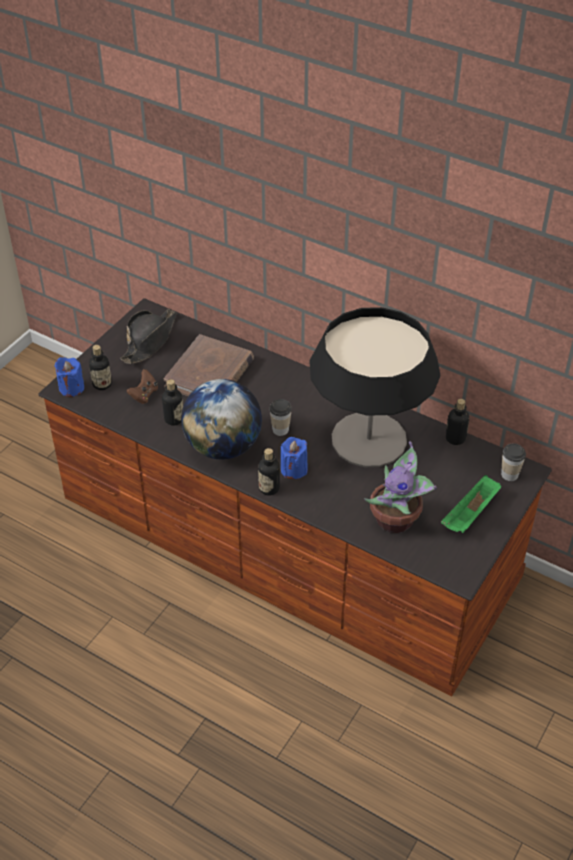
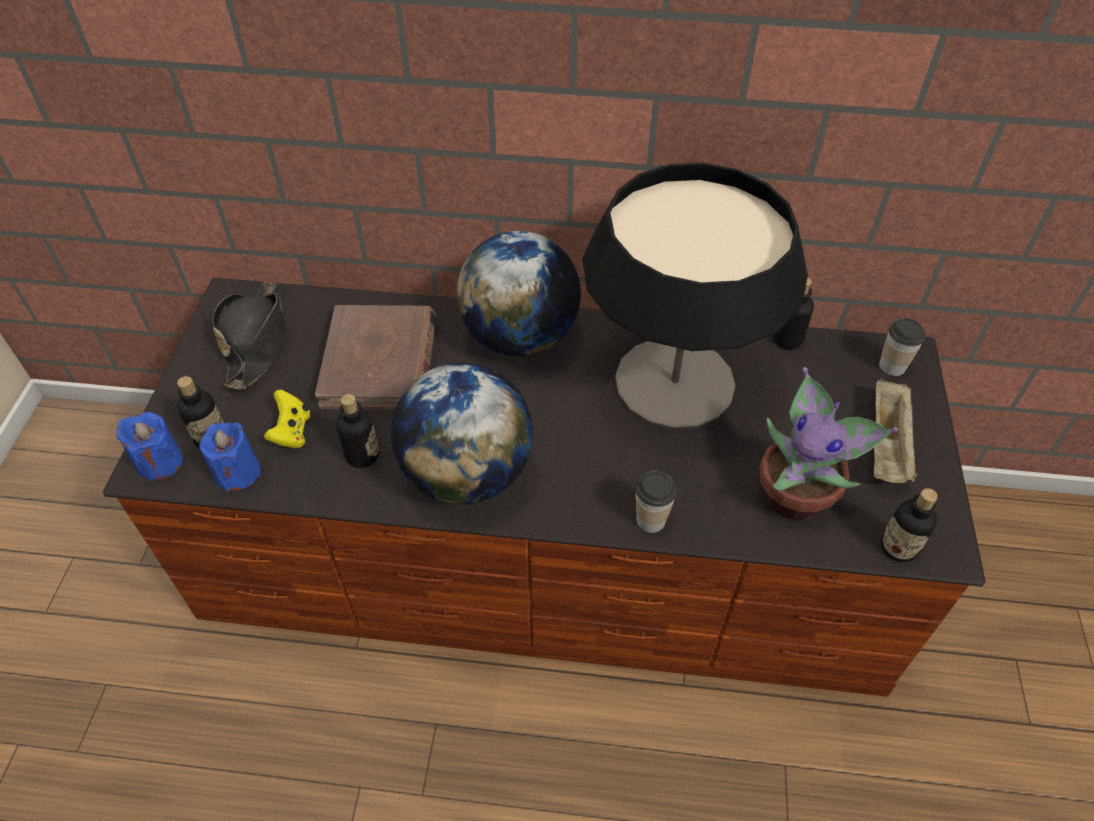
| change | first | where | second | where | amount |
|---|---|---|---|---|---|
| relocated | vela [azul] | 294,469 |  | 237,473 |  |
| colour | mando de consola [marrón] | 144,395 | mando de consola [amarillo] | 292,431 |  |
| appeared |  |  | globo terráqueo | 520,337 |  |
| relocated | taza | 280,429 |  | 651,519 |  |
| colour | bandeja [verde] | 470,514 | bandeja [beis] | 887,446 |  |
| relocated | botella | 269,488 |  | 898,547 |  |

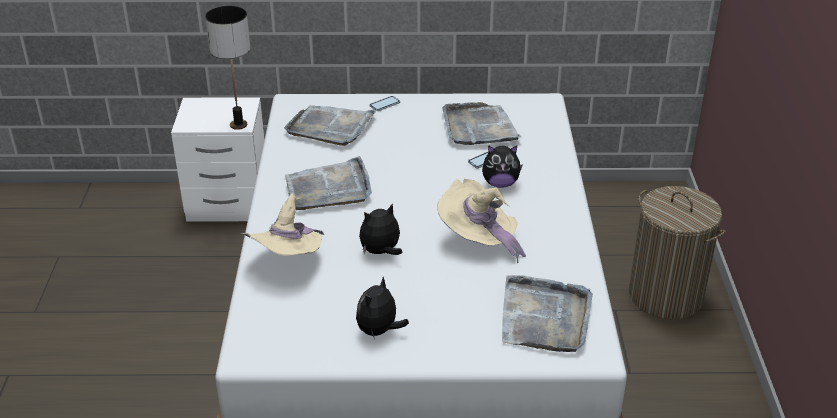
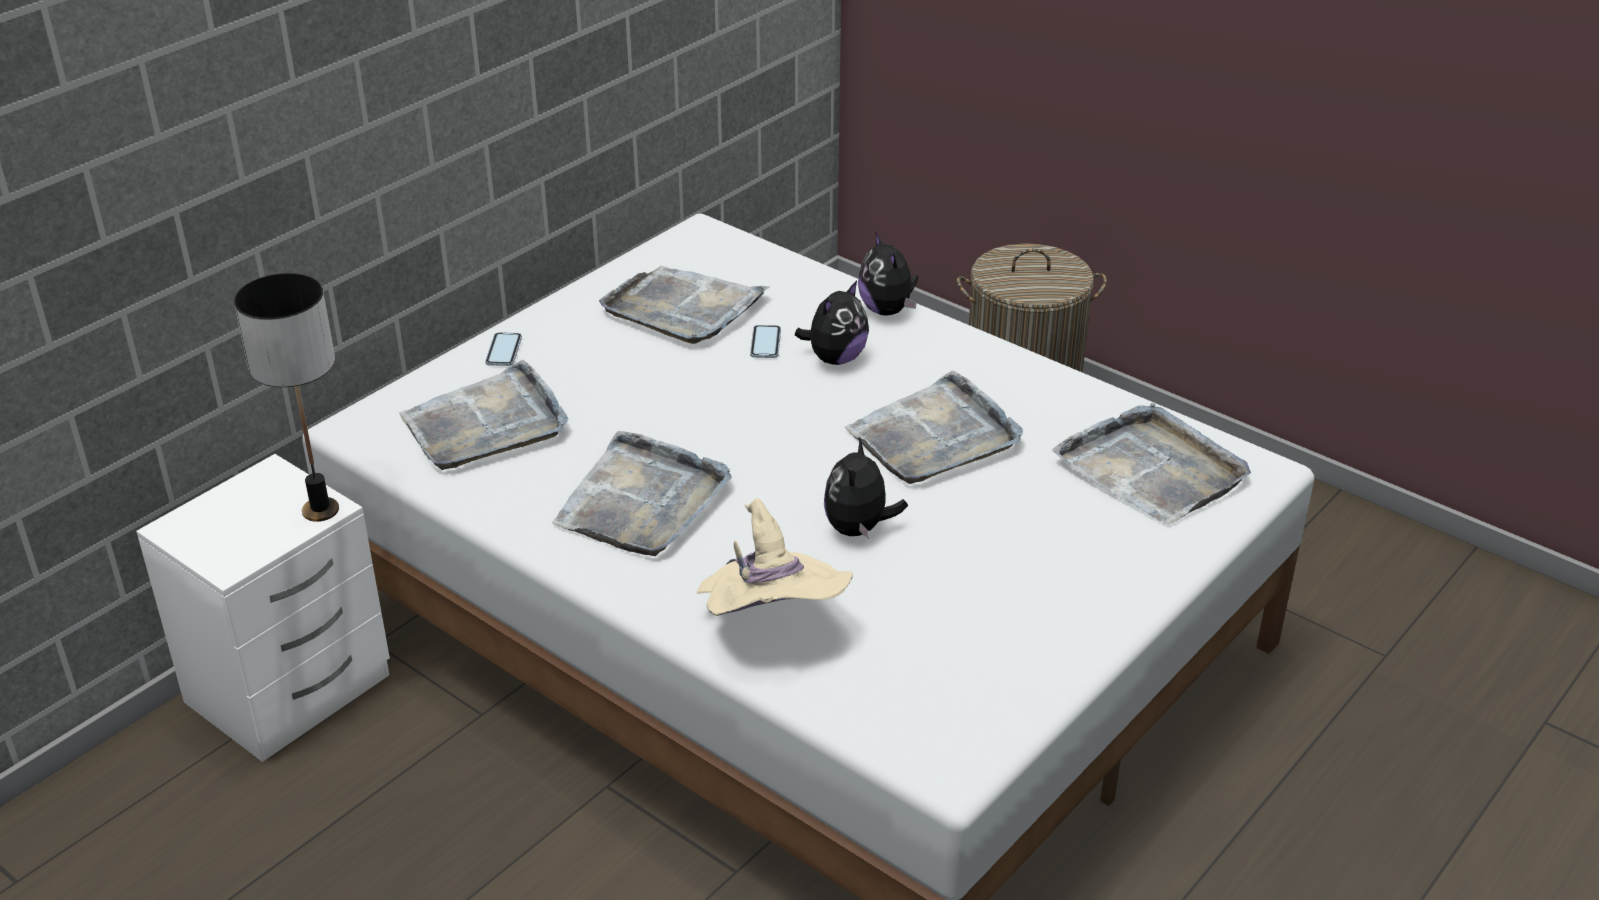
| change | first | where | second | where | amount |
|---|---|---|---|---|---|
| exchanged | sombrero [beis] | 479,240 | bandeja [gris] | 934,436 |  |
| relocated | peluche | 379,331 |  | 888,310 |  |

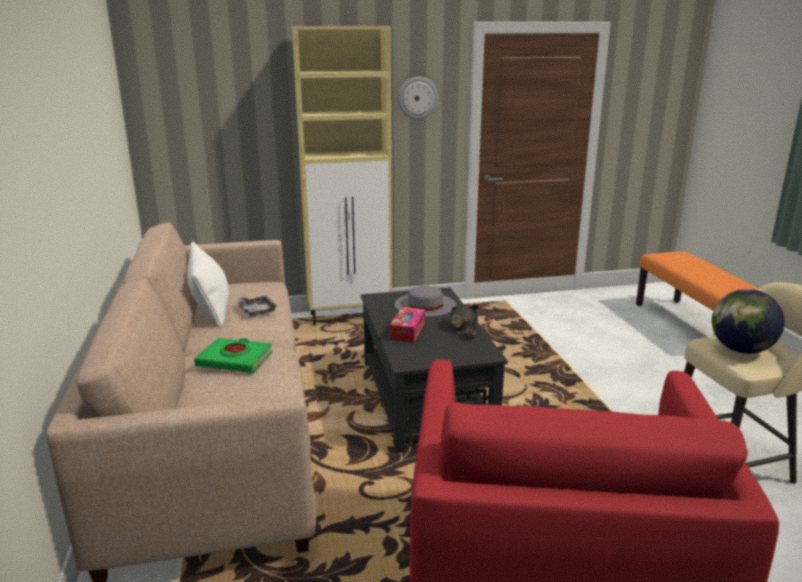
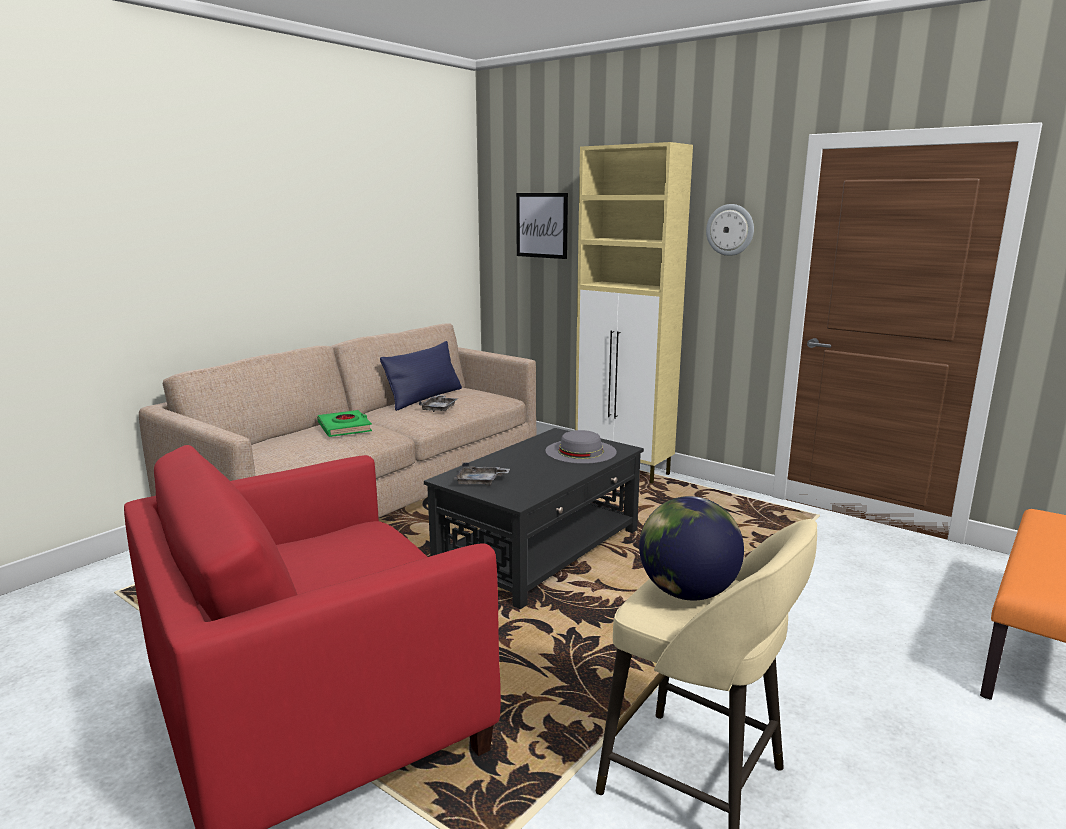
| change | first | where | second | where | amount |
|---|---|---|---|---|---|
| colour | cojín [blanco] | 210,307 | cojín [azul] | 425,398 |  |
| appeared |  |  | bandeja [gris] | 480,482 |  |
| appeared |  |  | cuadro | 541,225 |  |
| missing | caja de pañuelos | 407,331 |  |  |  |
| missing | sombrero [negro] | 464,326 |  |  |  |

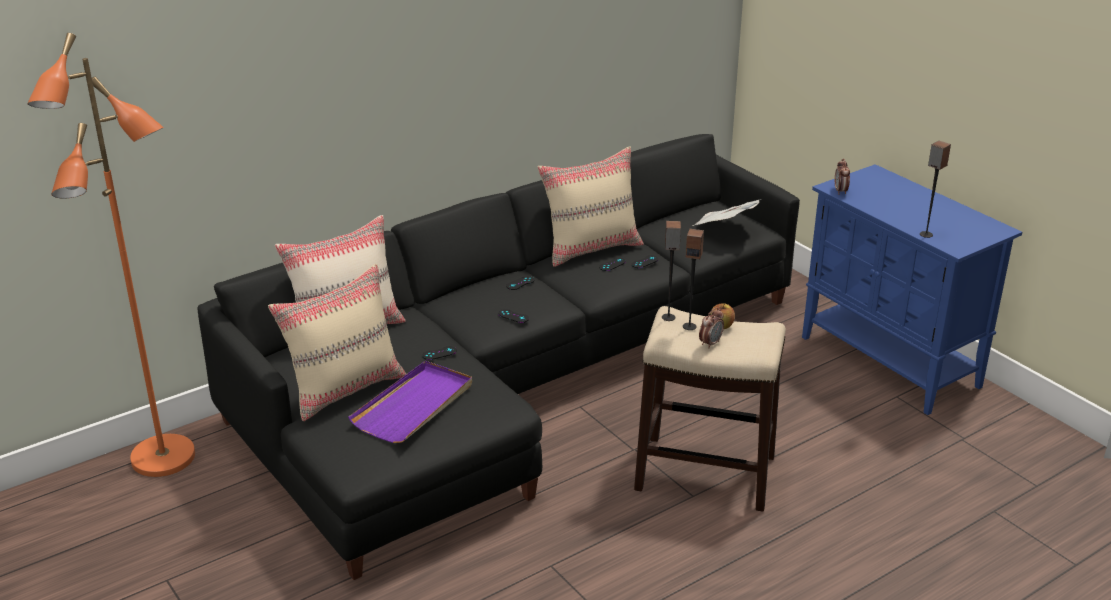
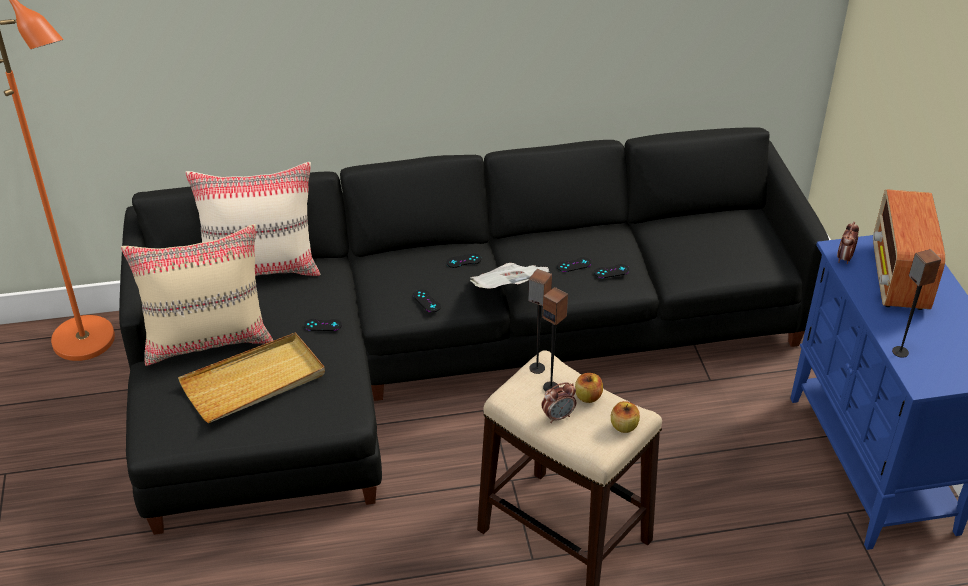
| change | first | where | second | where | amount |
|---|---|---|---|---|---|
| colour | bandeja [morado] | 414,406 | bandeja [beis] | 254,381 |  |
| relocated | periódico | 725,228 |  | 508,291 |  |
| appeared |  |  | manzana | 624,426 |  |
| appeared |  |  | radio | 899,278 |  |
| missing | cojín [beis] | 591,248 |  |  |  |

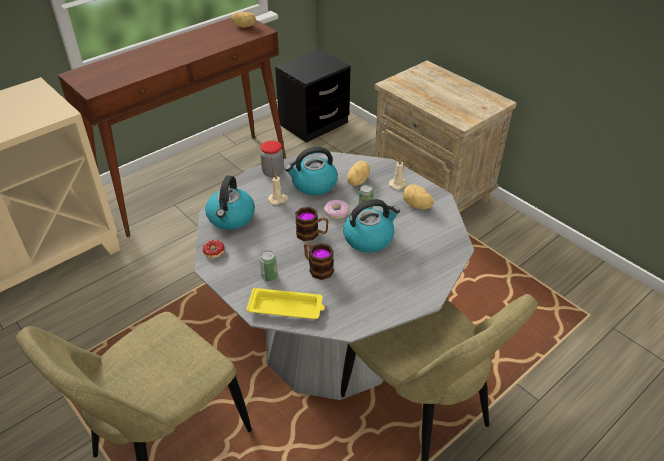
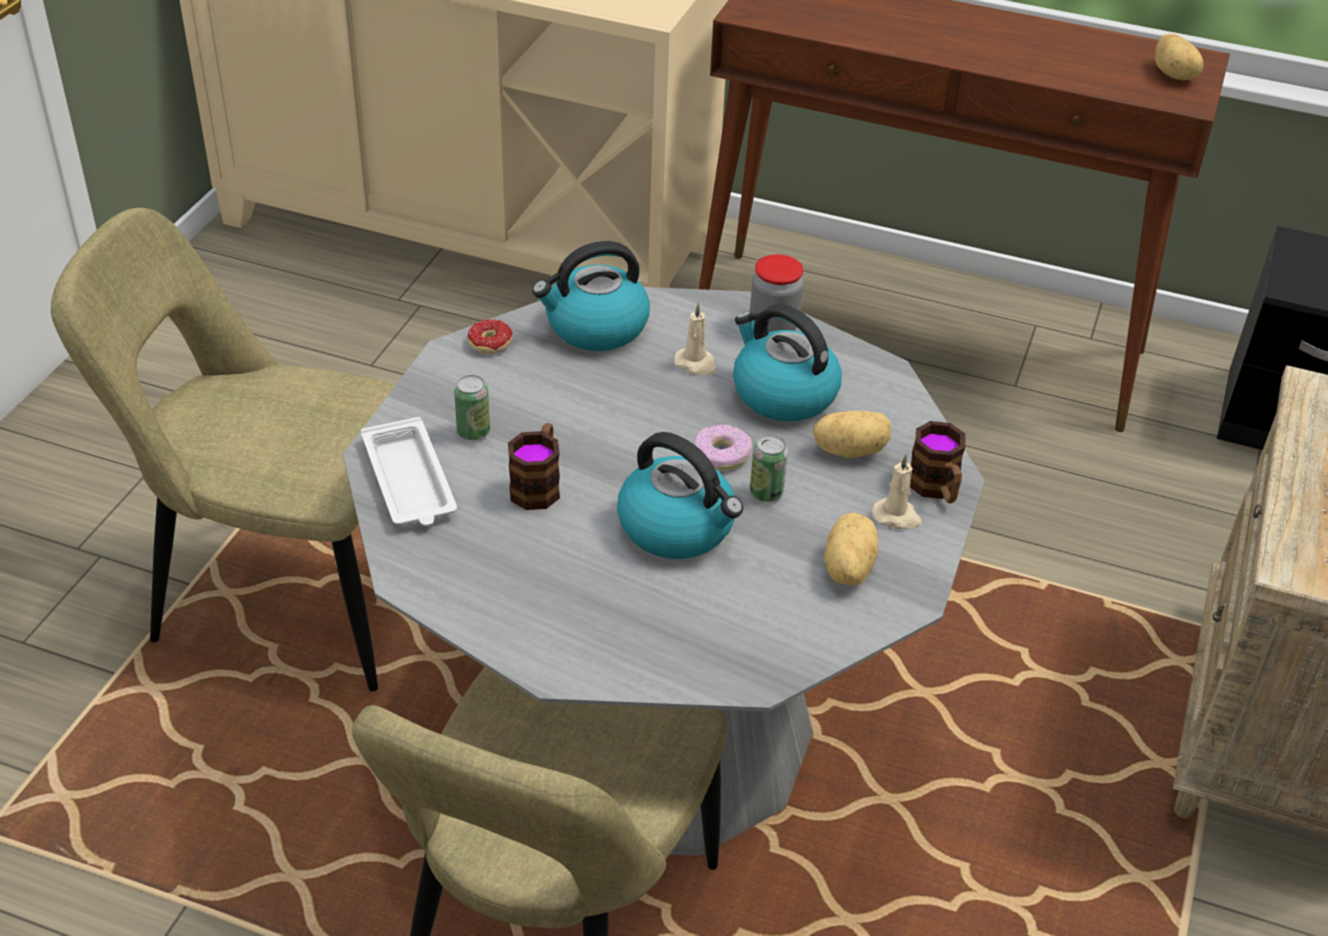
| change | first | where | second | where | amount |
|---|---|---|---|---|---|
| colour | bandeja [amarillo] | 287,307 | bandeja [blanco] | 409,482 |  |
| relocated | taza grande | 312,234 |  | 936,489 |  |

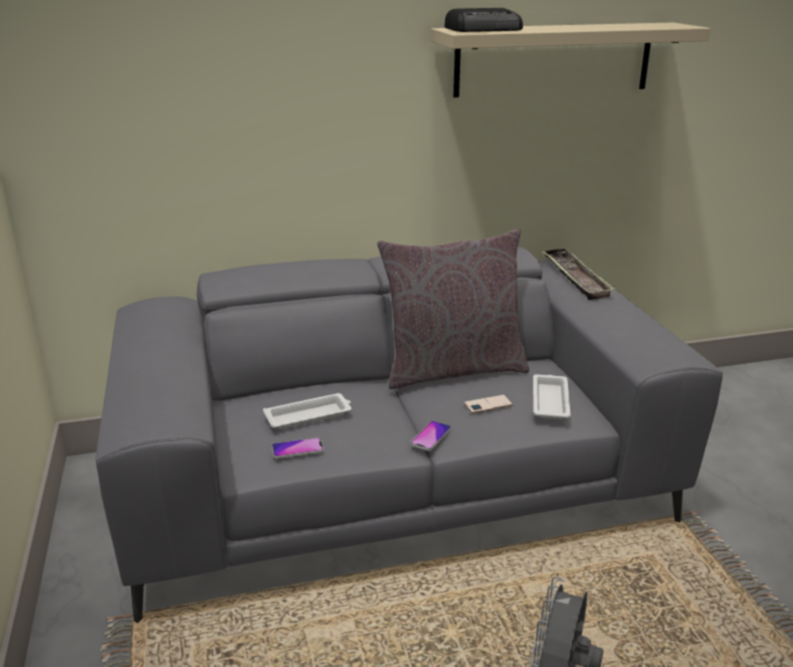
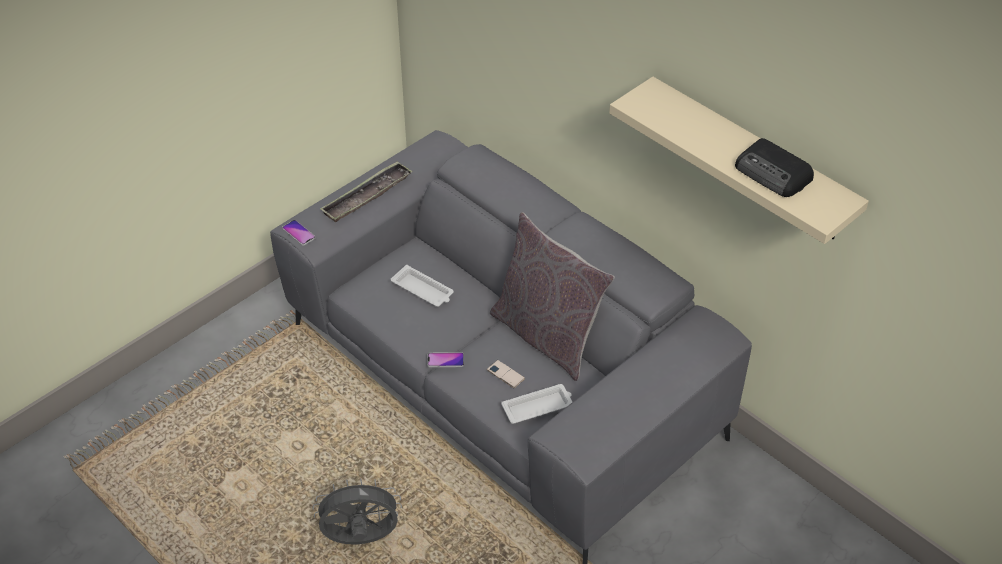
| change | first | where | second | where | amount |
|---|---|---|---|---|---|
| relocated | móvil | 297,449 |  | 299,233 |  |
| relocated | bandeja | 575,278 |  | 367,196 |  |
| relocated | radio | 485,30 |  | 773,174 |  |

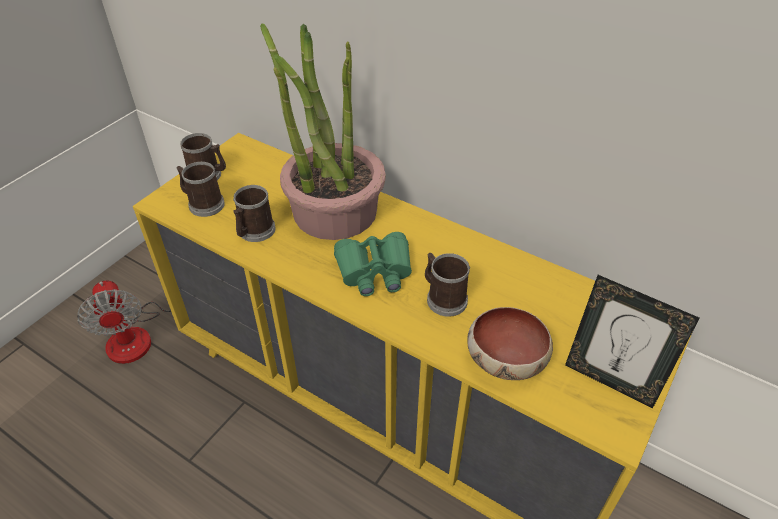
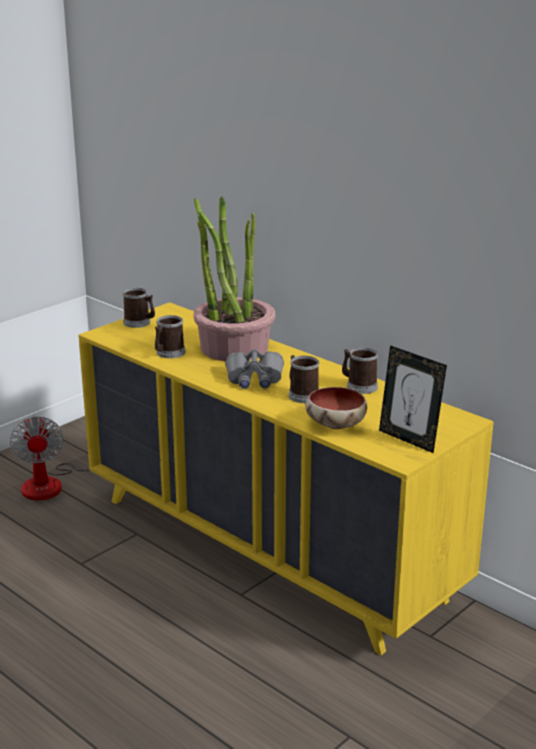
| change | first | where | second | where | amount |
|---|---|---|---|---|---|
| colour | prismáticos [verde] | 374,271 | prismáticos [gris] | 254,378 |  |
| relocated | taza grande | 203,204 |  | 358,386 |  |

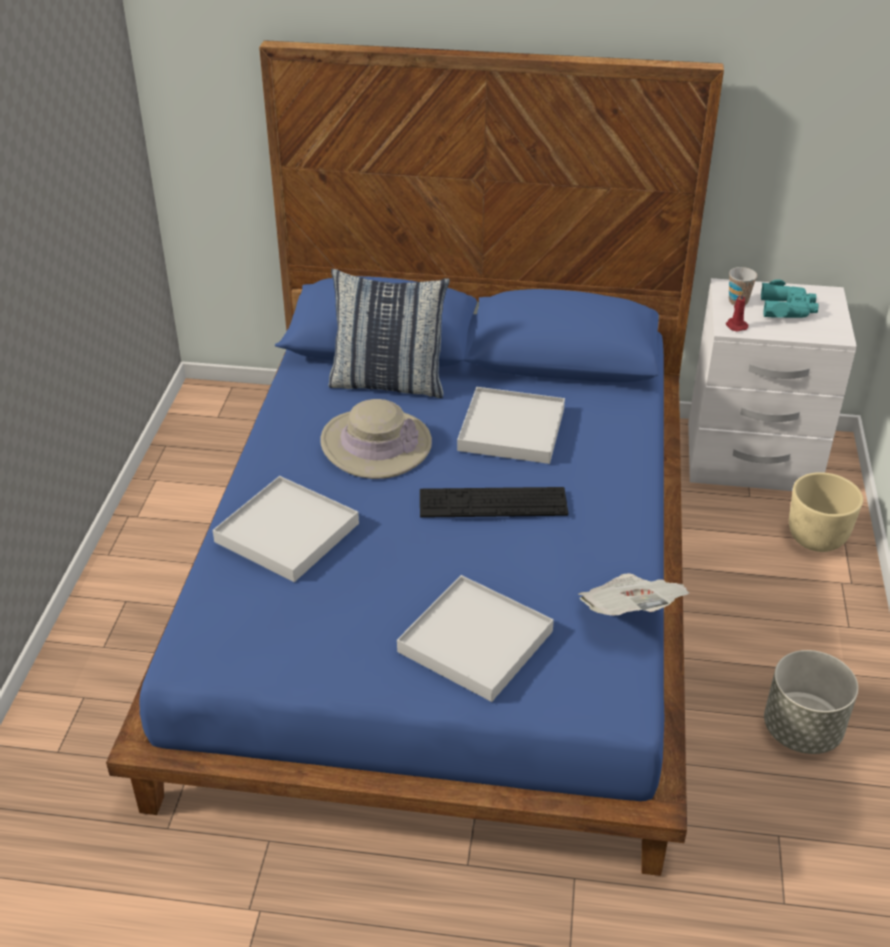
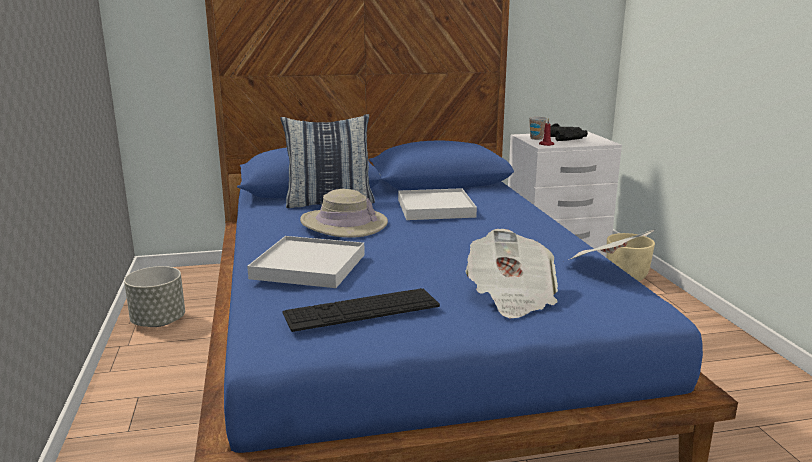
| change | first | where | second | where | amount |
|---|---|---|---|---|---|
| relocated | maceta [gris] | 802,730 |  | 159,322 |  |
| relocated | teclado | 493,502 |  | 362,309 |  |
| exchanged | bandeja [blanco] | 475,642 | periódico | 511,297 |  |
| colour | prismáticos [turquesa] | 787,308 | prismáticos [negro] | 567,138 |  |

